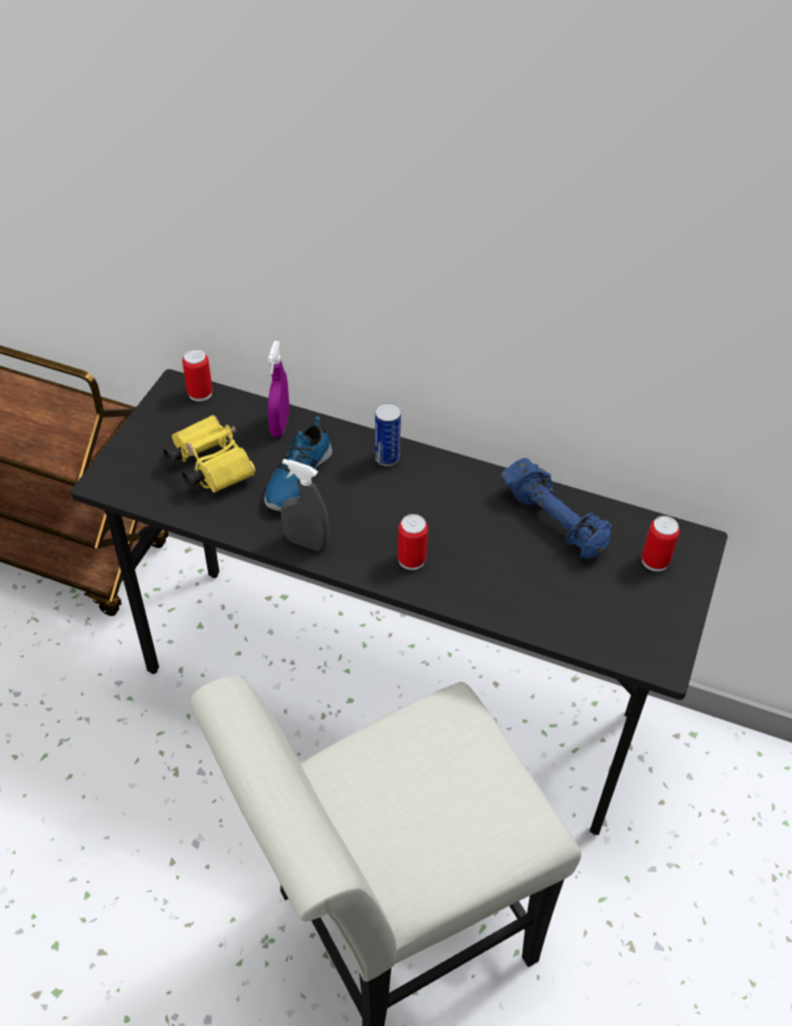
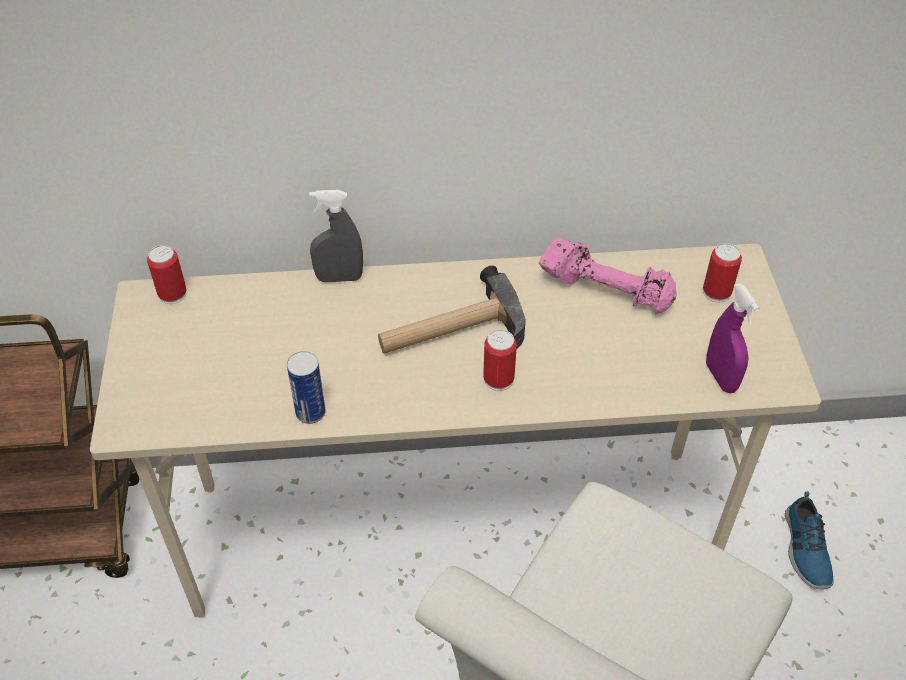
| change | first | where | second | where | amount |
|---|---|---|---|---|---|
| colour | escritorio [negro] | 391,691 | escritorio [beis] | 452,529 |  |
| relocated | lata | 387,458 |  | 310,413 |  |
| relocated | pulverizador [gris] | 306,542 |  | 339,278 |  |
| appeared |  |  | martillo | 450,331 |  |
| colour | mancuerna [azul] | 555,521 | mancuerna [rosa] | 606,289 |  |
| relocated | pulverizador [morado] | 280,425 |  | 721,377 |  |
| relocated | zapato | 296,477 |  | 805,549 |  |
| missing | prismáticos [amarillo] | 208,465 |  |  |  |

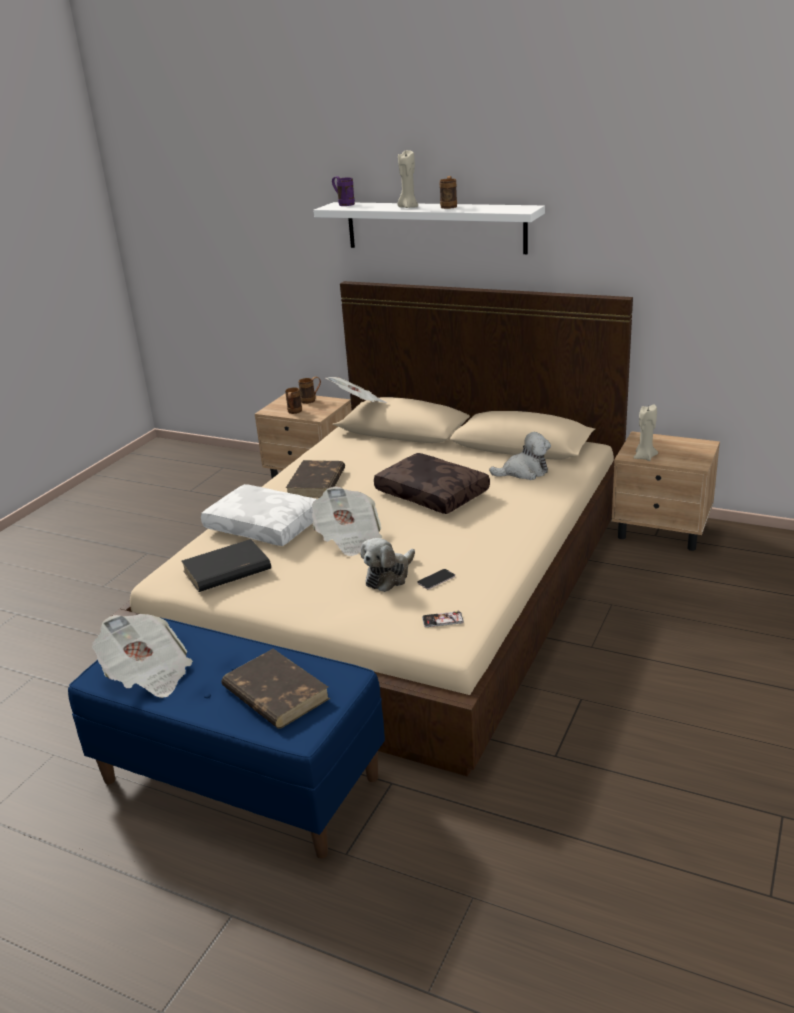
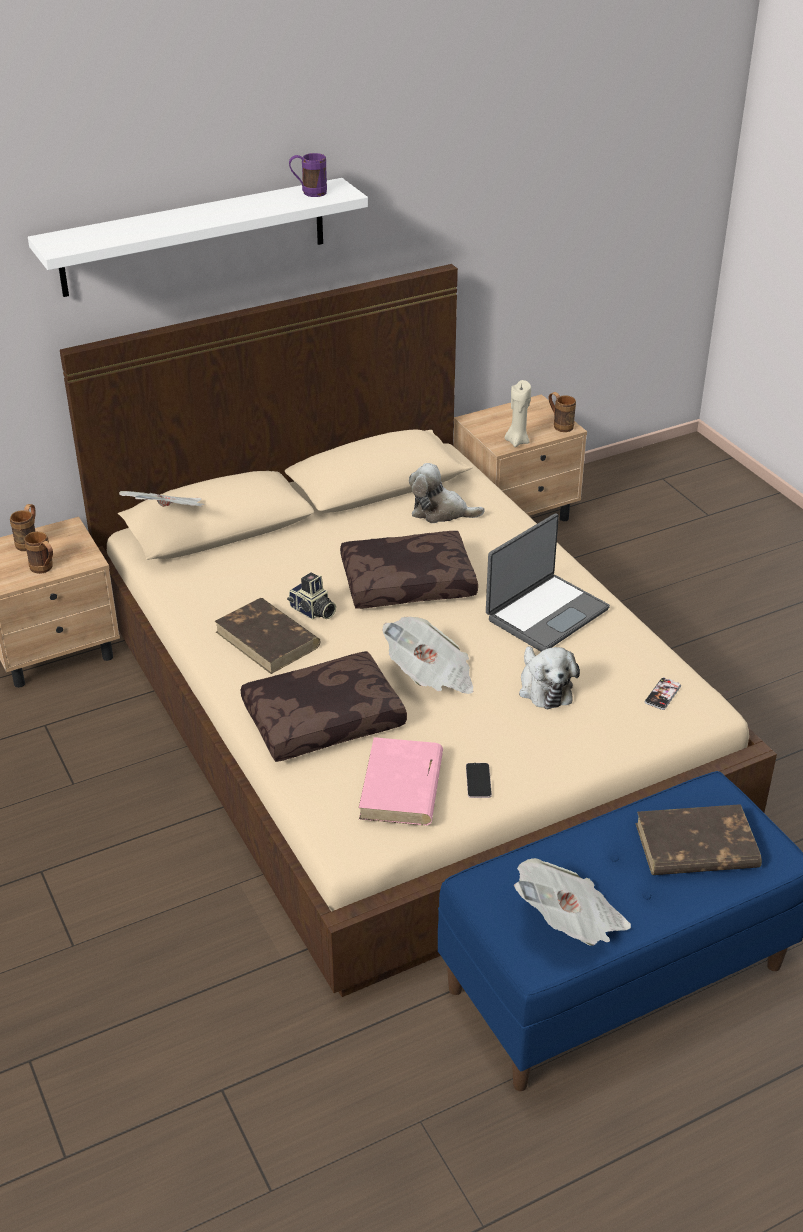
| change | first | where | second | where | amount |
|---|---|---|---|---|---|
| colour | cojín [blanco] | 266,526 | cojín [marrón] | 324,718 |  |
| appeared |  |  | cámara | 312,611 |  |
| relocated | taza grande [morado] | 343,204 |  | 308,193 |  |
| colour | libro [negro] | 226,571 | libro [rosa] | 401,787 |  |
| spun | peluche | 524,472 |  | 440,512 | 105 degrees counterclockwise |
| relocated | móvil | 436,579 |  | 478,781 |  |
| appeared |  |  | portátil | 545,613 |  |
| relocated | taza grande [marrón] | 449,206 |  | 559,425 |  |
| missing | vela [beis] | 408,207 |  |  |  |

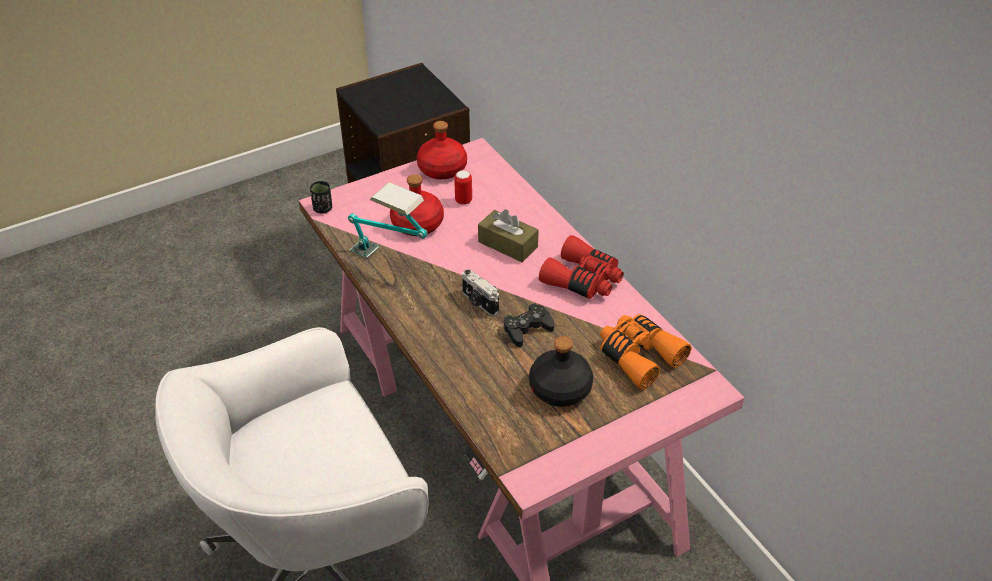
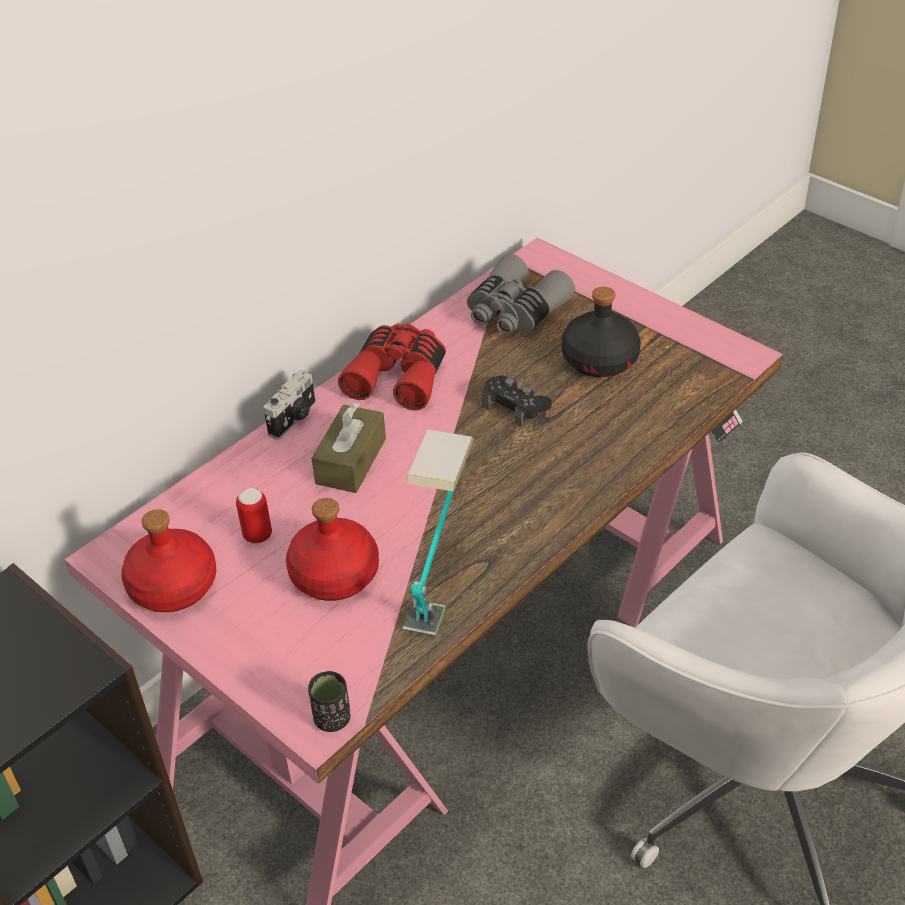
| change | first | where | second | where | amount |
|---|---|---|---|---|---|
| relocated | cámara | 479,302 |  | 294,419 |  |
| colour | prismáticos [naranja] | 638,356 | prismáticos [gris] | 514,312 |  |

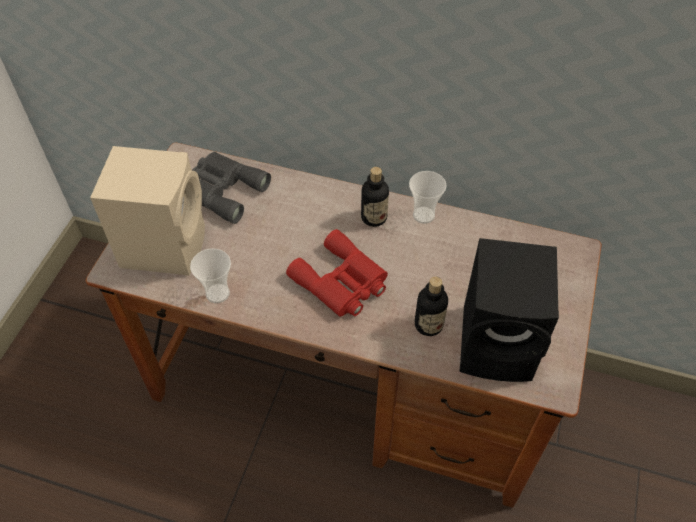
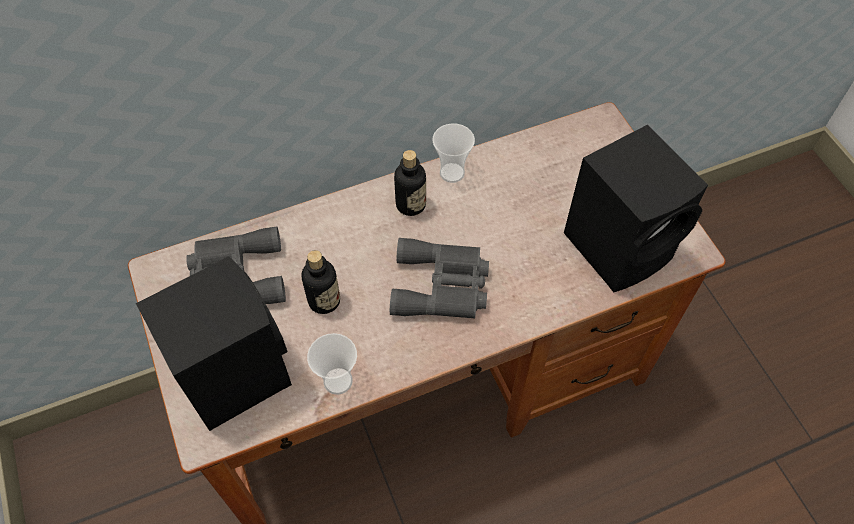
| change | first | where | second | where | amount |
|---|---|---|---|---|---|
| colour | altavoz [beis] | 165,244 | altavoz [negro] | 233,371 |  |
| relocated | botella | 428,324 |  | 324,300 |  |
| colour | prismáticos [rojo] | 342,283 | prismáticos [gris] | 442,286 |  |

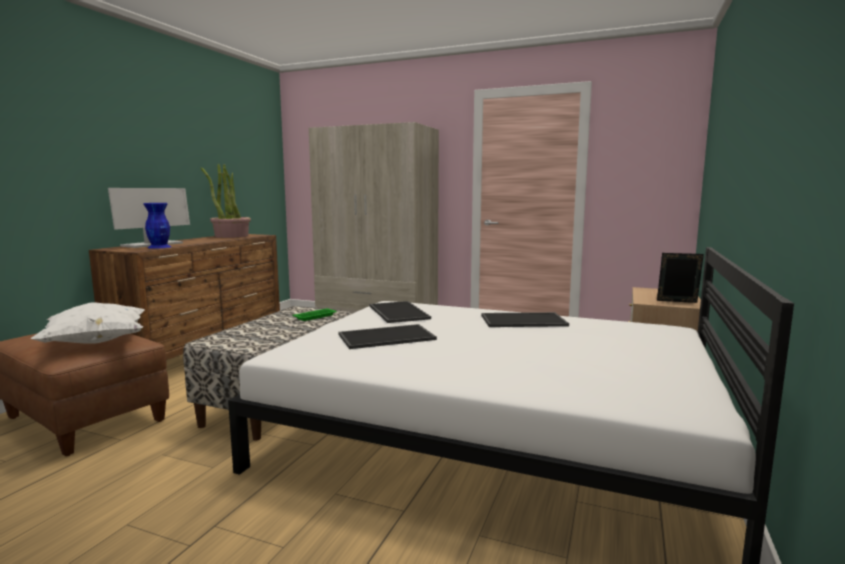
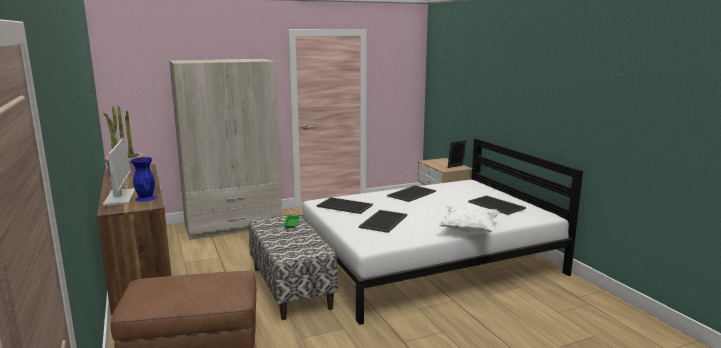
| change | first | where | second | where | amount |
|---|---|---|---|---|---|
| relocated | cojín [blanco] | 95,343 |  | 469,230 |  |
| appeared |  |  | bandeja | 497,205 |  |

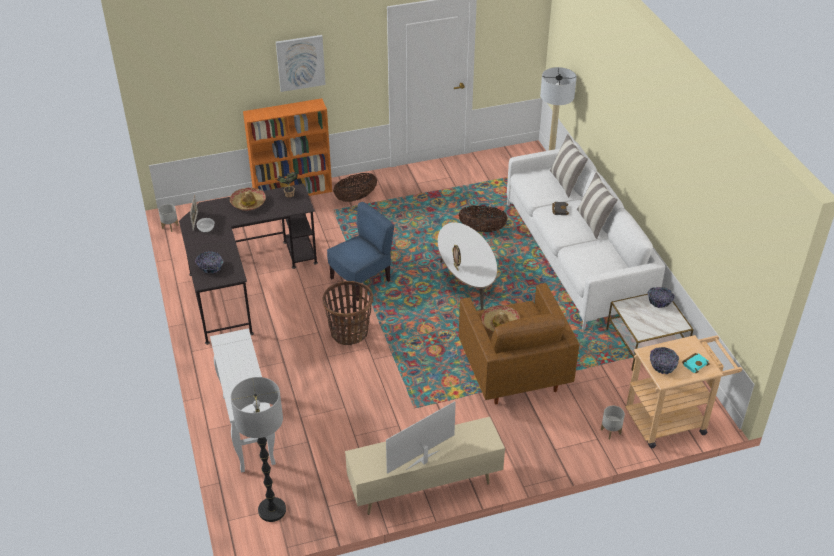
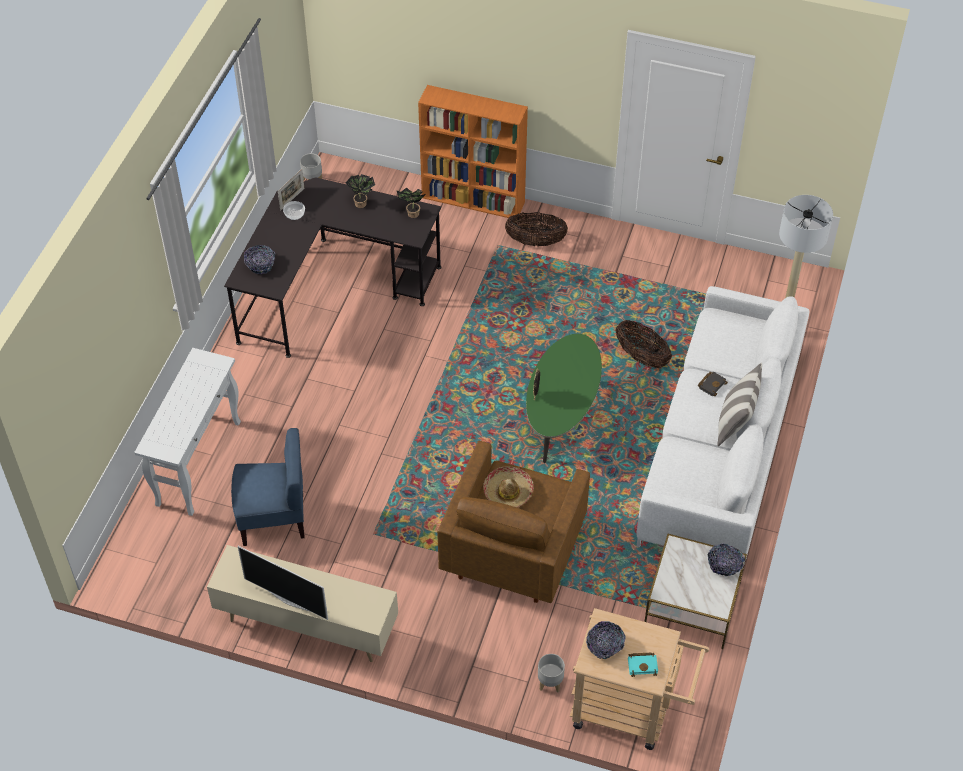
| change | first | where | second | where | amount |
|---|---|---|---|---|---|
| relocated | silla [azul] | 361,280 |  | 274,518 |  |
| spun | televisor | 423,460 |  | 289,600 | 150 degrees counterclockwise |
| exchanged | sombrero | 248,203 | planta en maceta | 362,203 |  |
| colour | mesa de centro [blanco] | 466,281 | mesa de centro [verde] | 562,413 |  |
| missing | lámpara de pie | 272,510 |  |  |  |
| missing | cuadro | 300,62 |  |  |  |
| missing | cesta | 349,332 |  |  |  |
| missing | cojín | 566,182 |  |  |  |

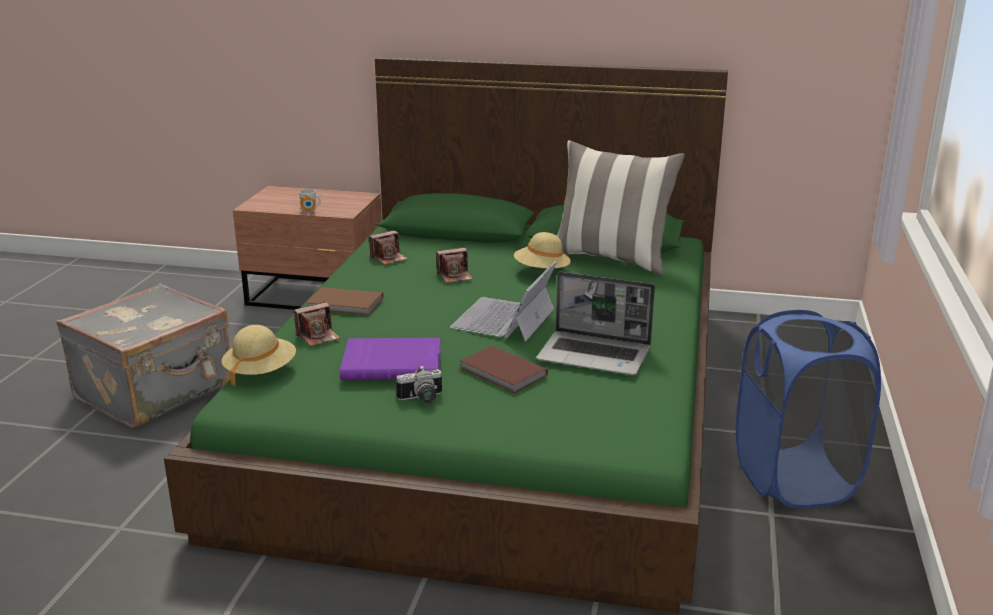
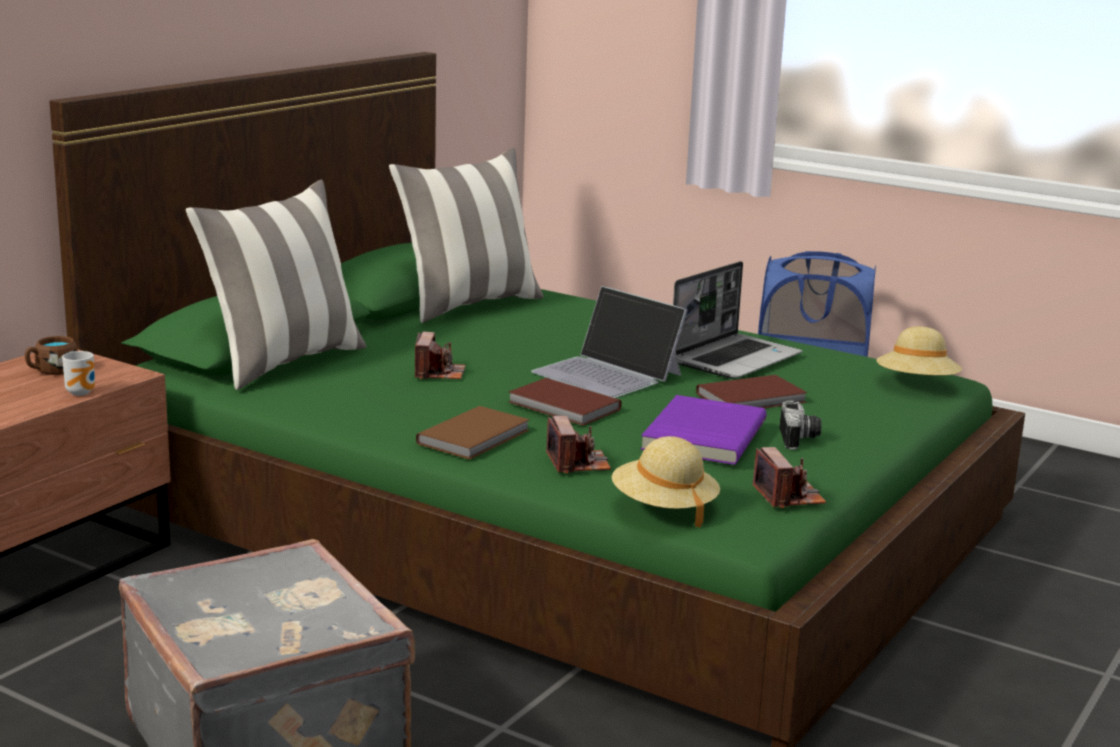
| change | first | where | second | where | amount |
|---|---|---|---|---|---|
| appeared |  |  | taza grande [marrón] | 52,371 |  |
| appeared |  |  | cojín | 283,363 |  |
| appeared |  |  | libro [marrón] | 563,407 |  |
| relocated | cámara | 389,258 |  | 788,496 |  |
| relocated | sombrero [beis] | 541,271 |  | 916,385 |  |

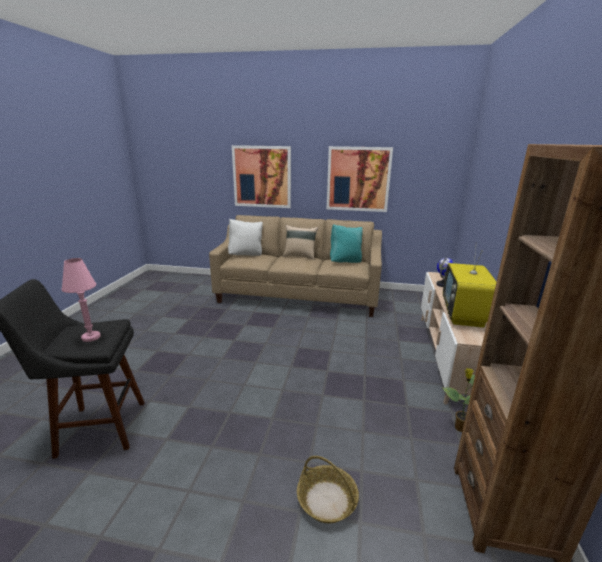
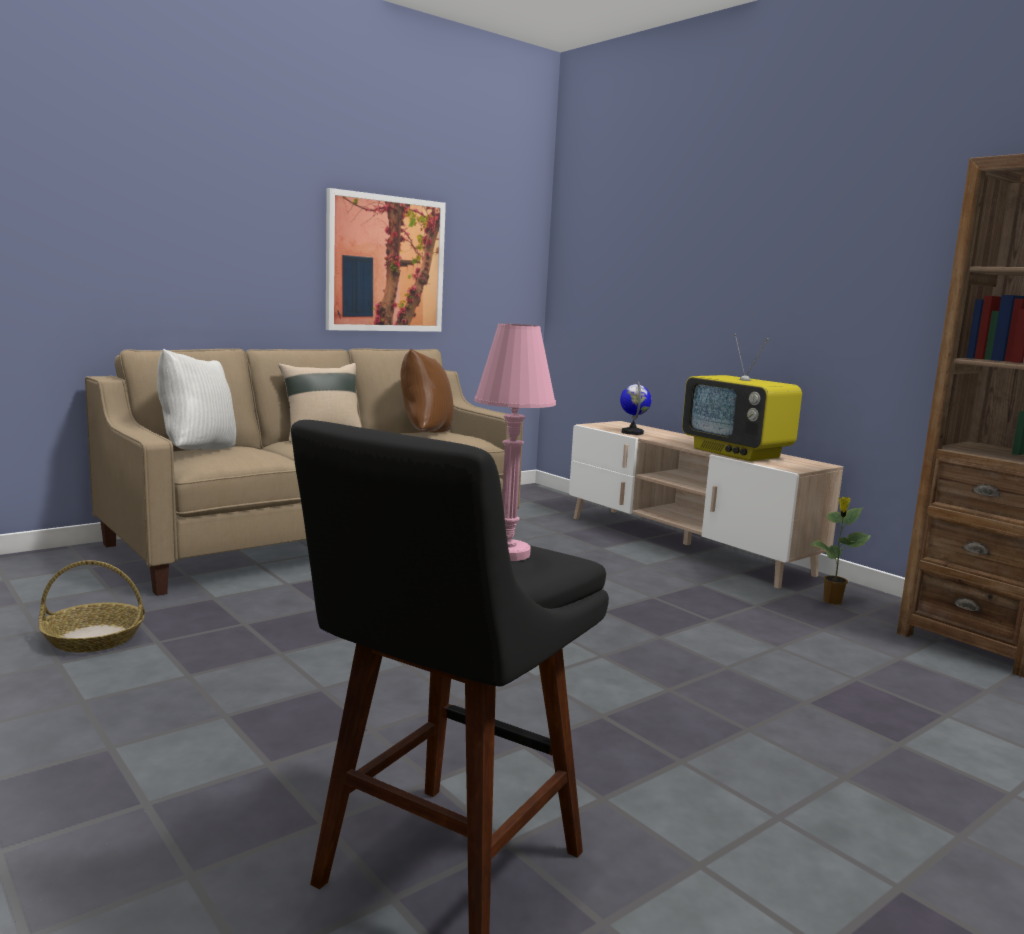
| change | first | where | second | where | amount |
|---|---|---|---|---|---|
| relocated | cesta | 326,500 |  | 93,638 |  |
| colour | cojín [turquesa] | 345,262 | cojín [marrón] | 424,434 |  |
| missing | cuadro | 262,177 |  |  |  |

